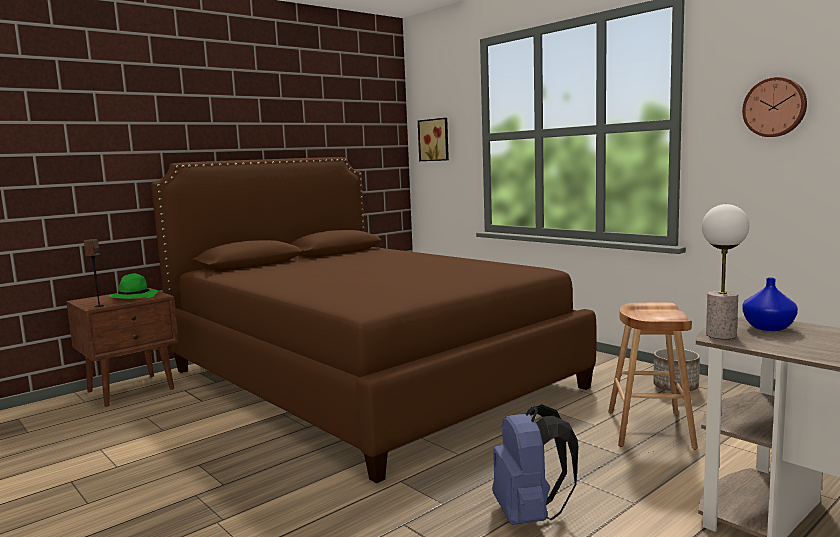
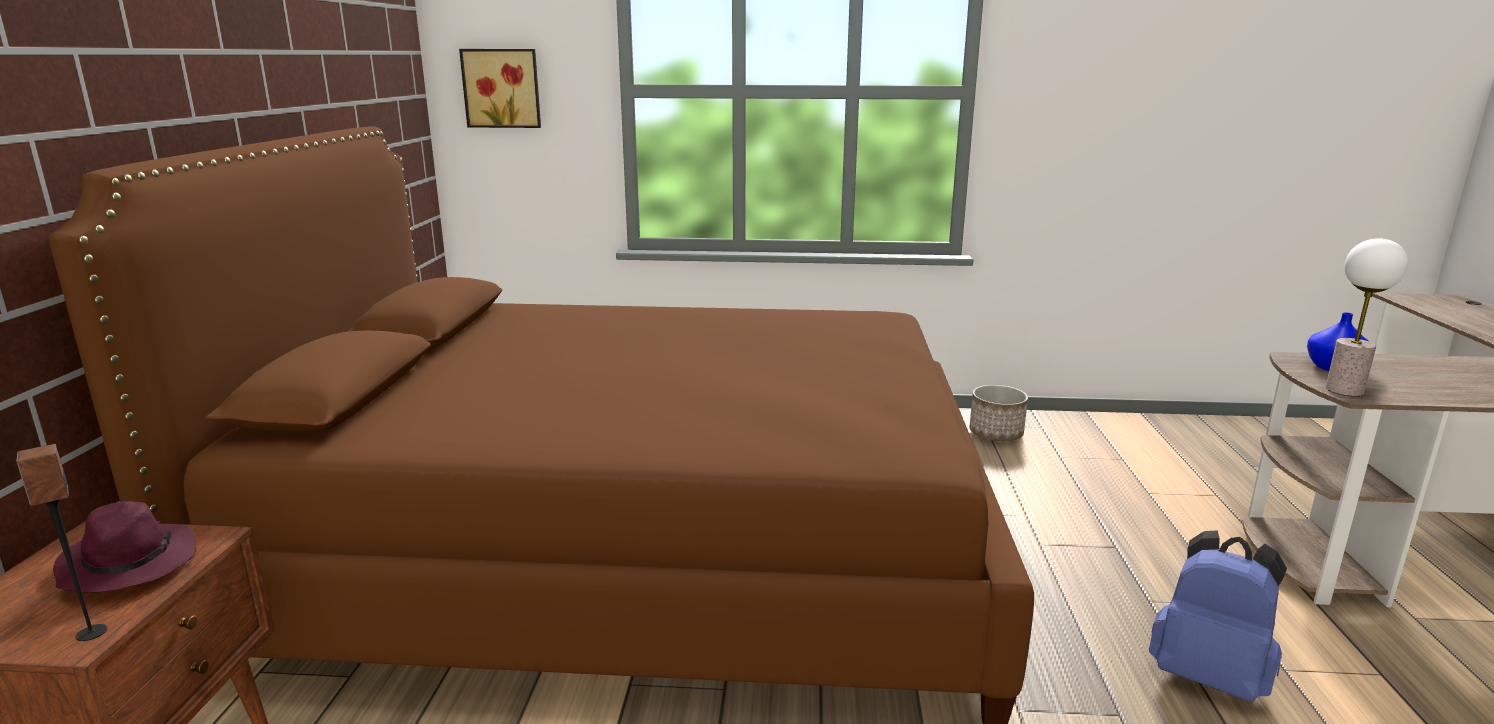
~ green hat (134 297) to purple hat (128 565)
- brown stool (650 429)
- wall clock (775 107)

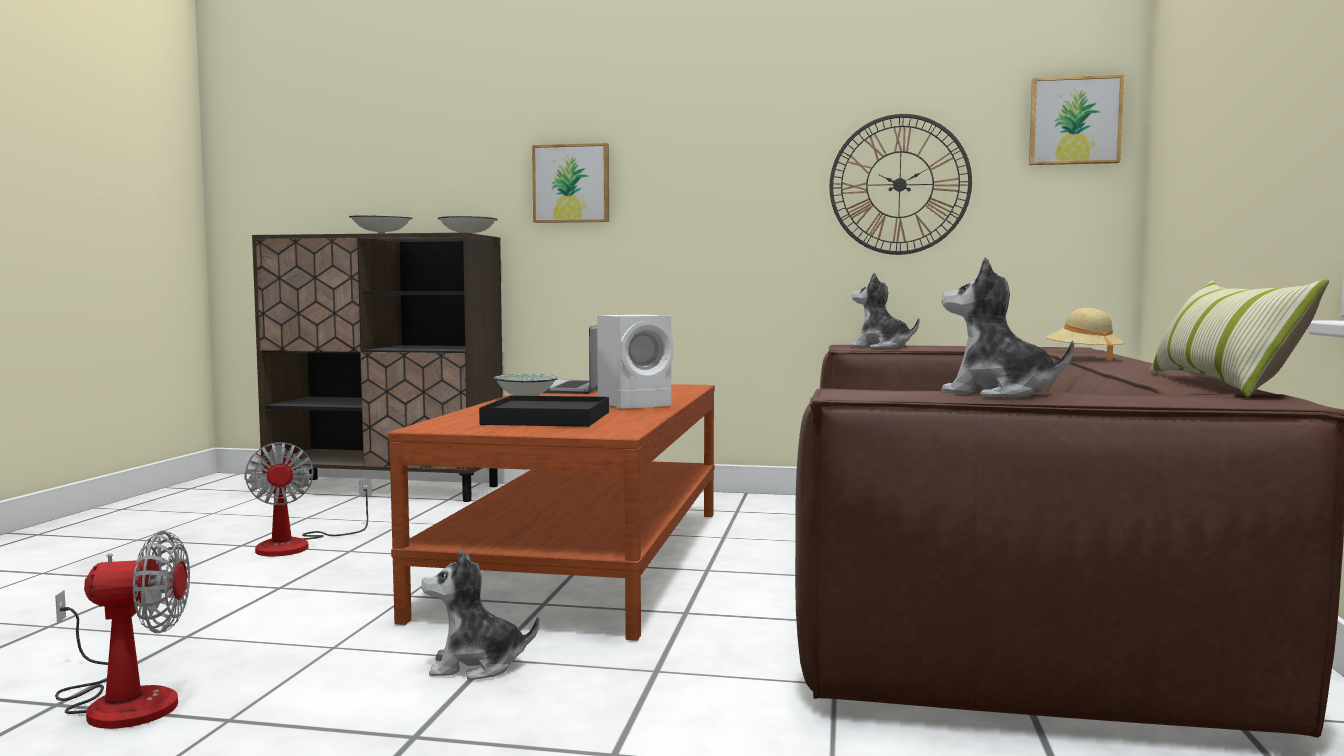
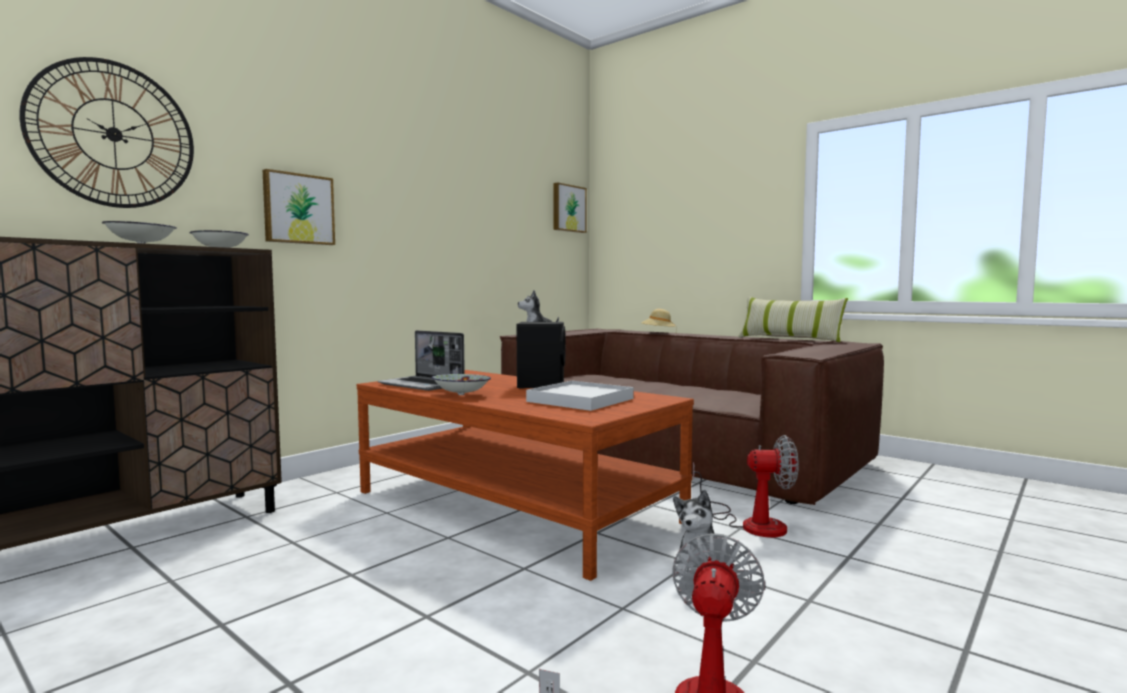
~ wall clock (899 184) to (114 134)
~ white speaker (636 404) to black speaker (541 385)
~ black tray (546 418) to white tray (580 400)
~ fan (298 545) to (751 523)
- plush toy (997 393)

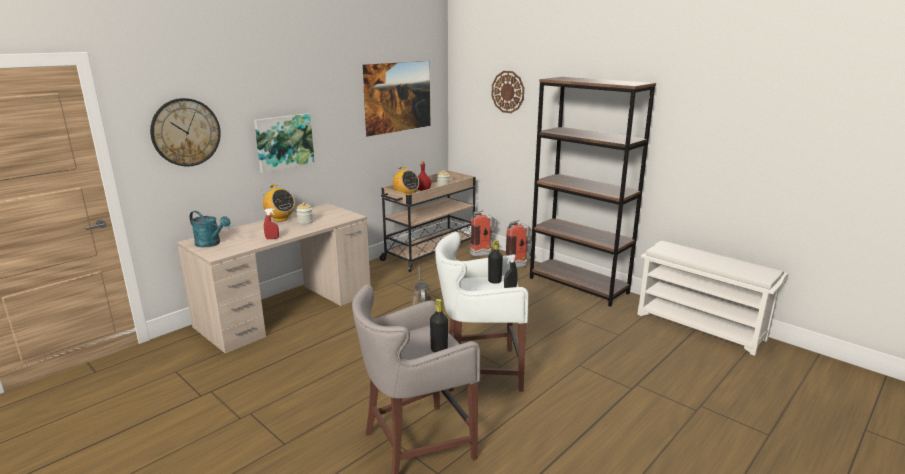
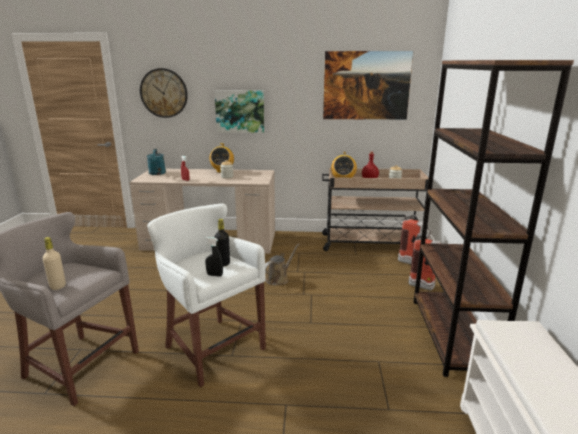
~ black bottle (439 350) to beige bottle (58 286)
- wall clock (508 92)

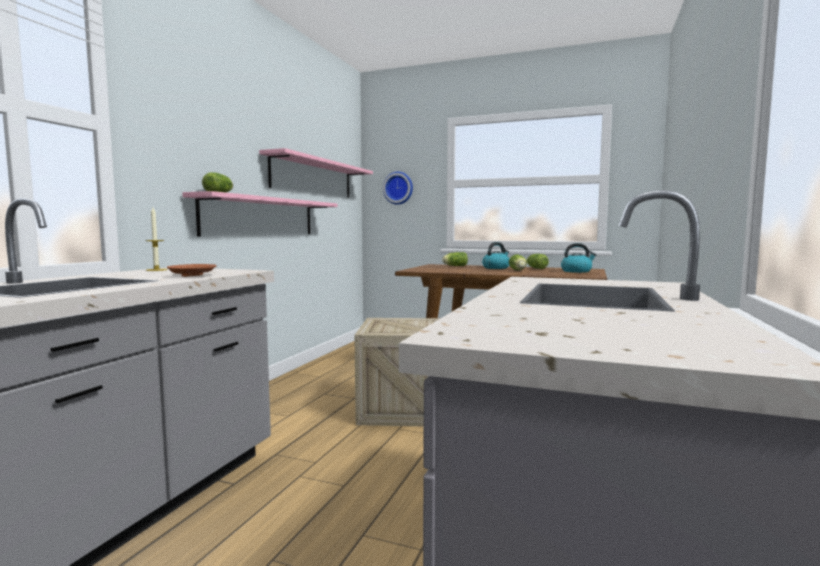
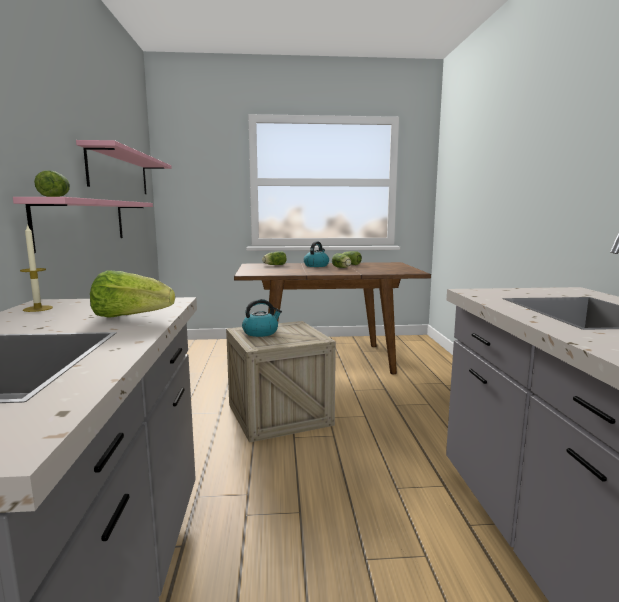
~ brown plate (192 275) to lettuce (131 317)
~ kettle (576 271) to (261 332)
- wall clock (398 188)

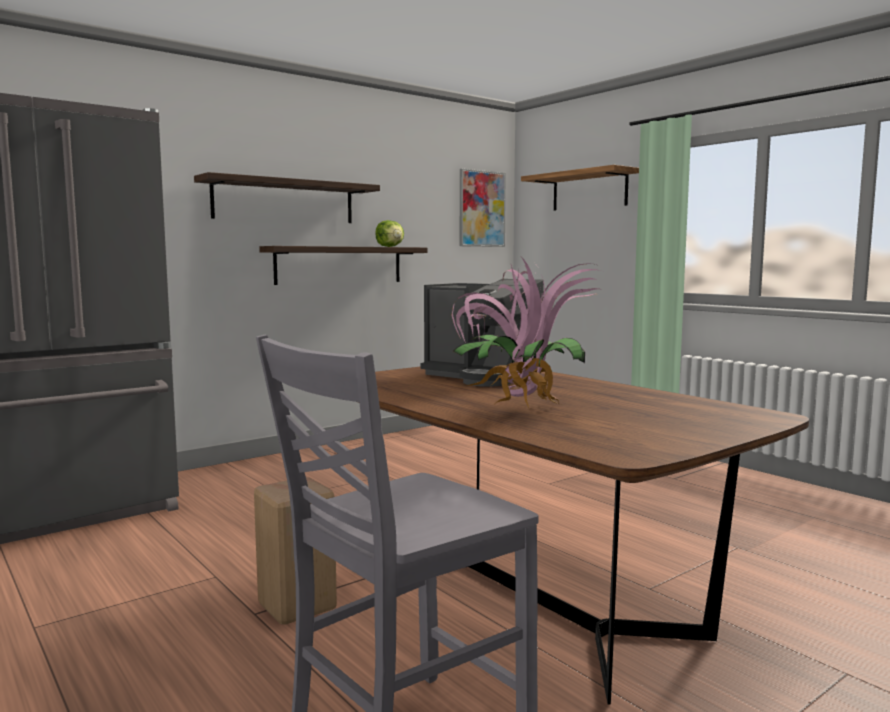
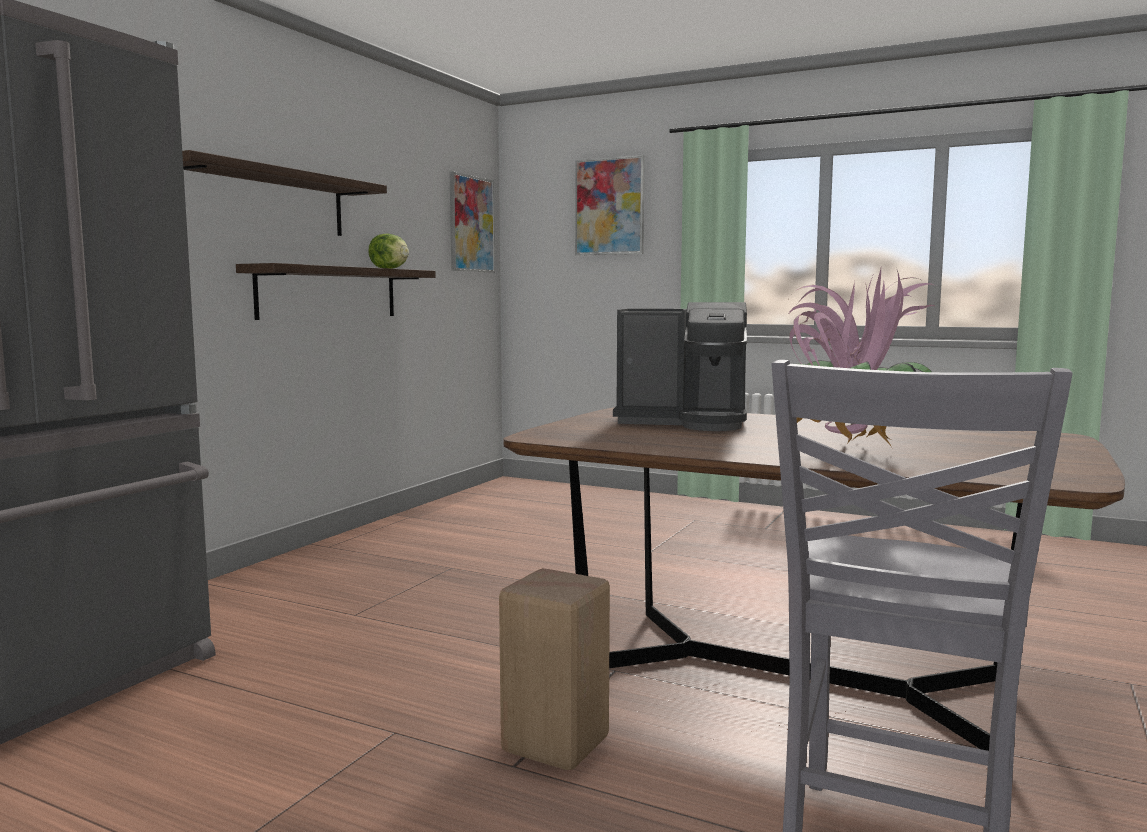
~ shelf (589 190) to picture (609 206)

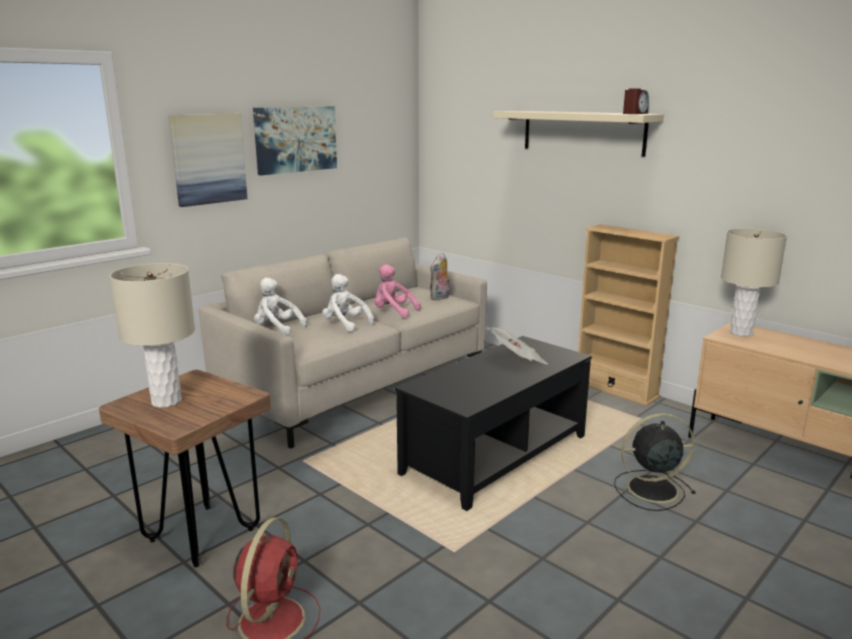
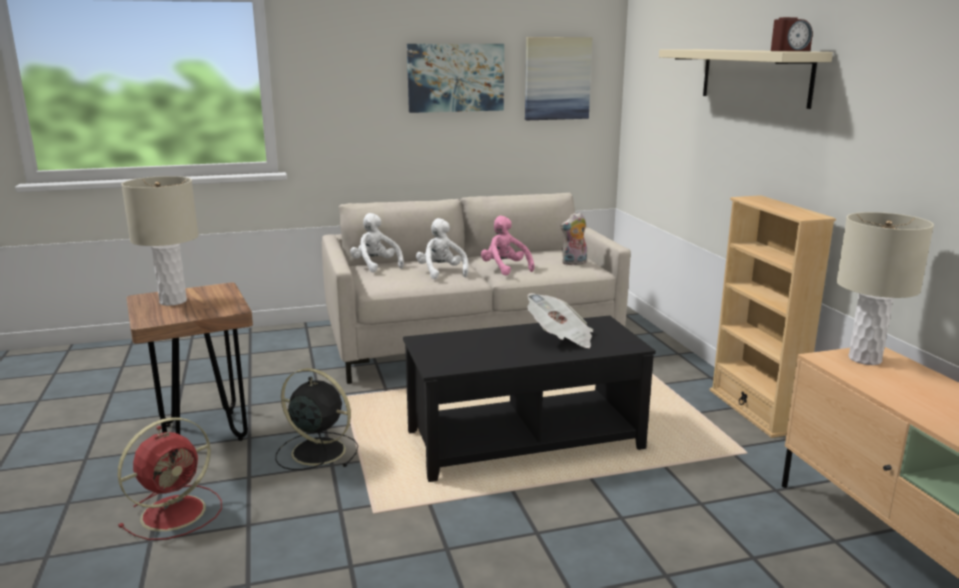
~ black fan (650 489) to (316 451)
~ picture (208 159) to (557 78)

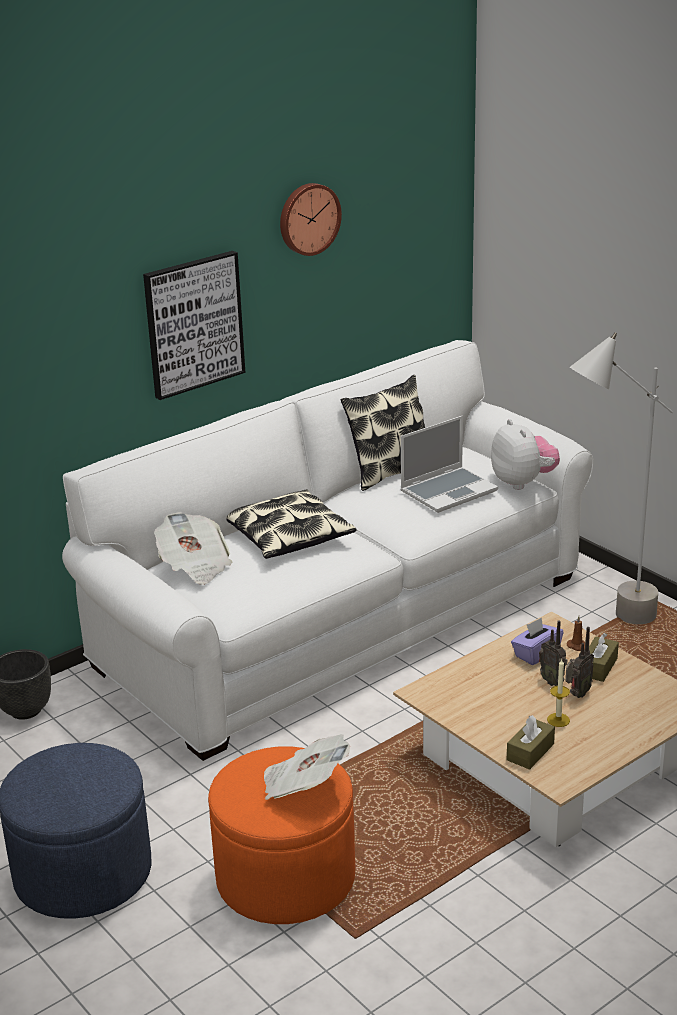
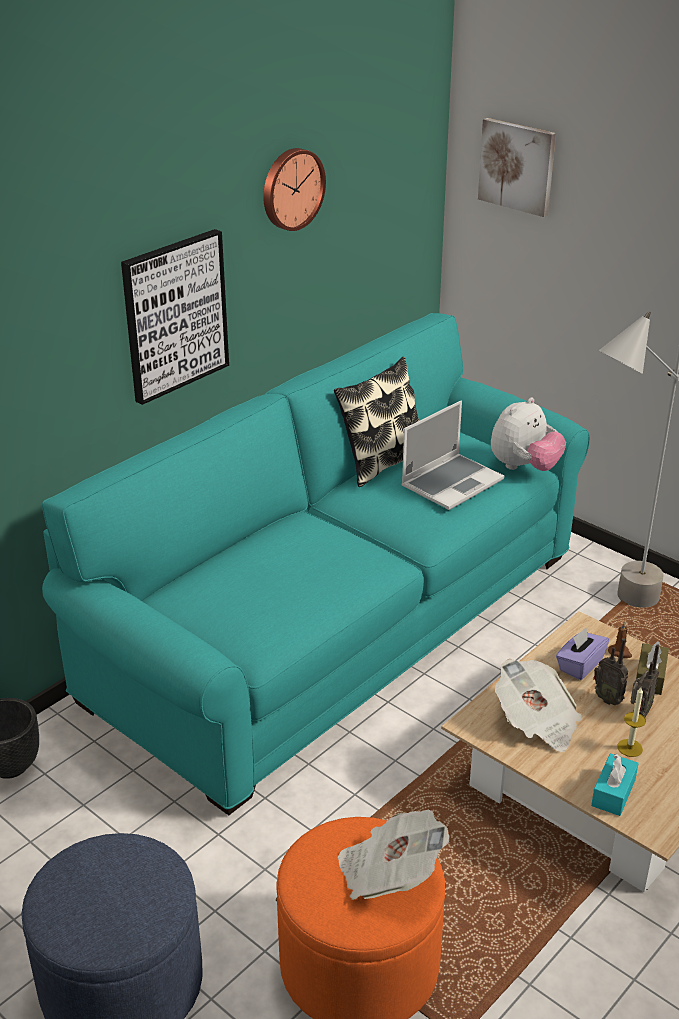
~ white sofa (342 622) to turquoise sofa (339 625)
+ picture (517 166)
~ plush toy (523 482) = (524 467) 75 degrees clockwise
~ newspaper (195 566) to (537 722)
~ brown tissue box (530 752) to turquoise tissue box (613 792)
- pillow (288 536)

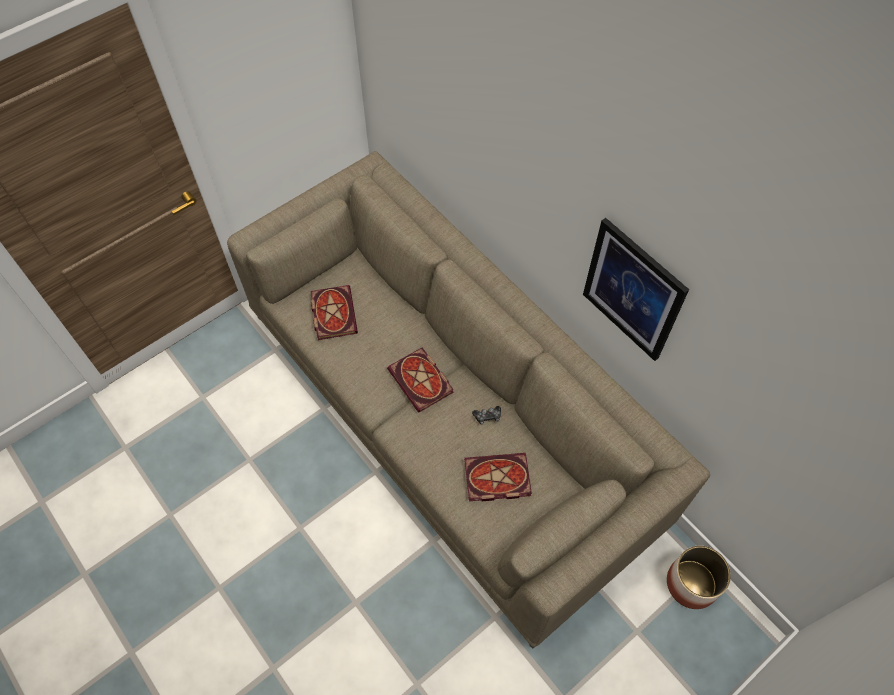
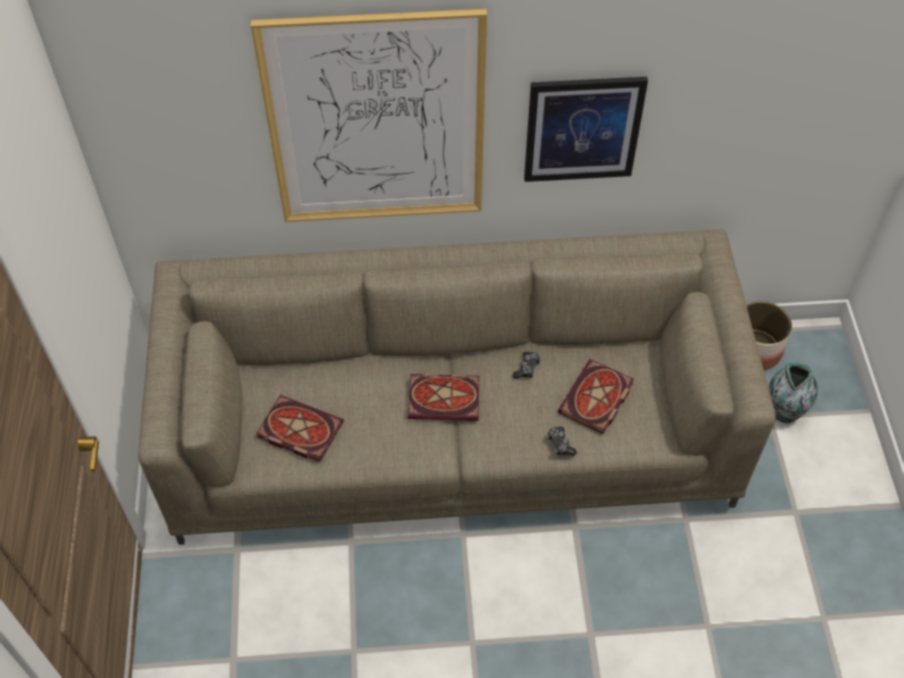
+ picture (376 121)
+ game controller (560 444)
+ vase (784 410)

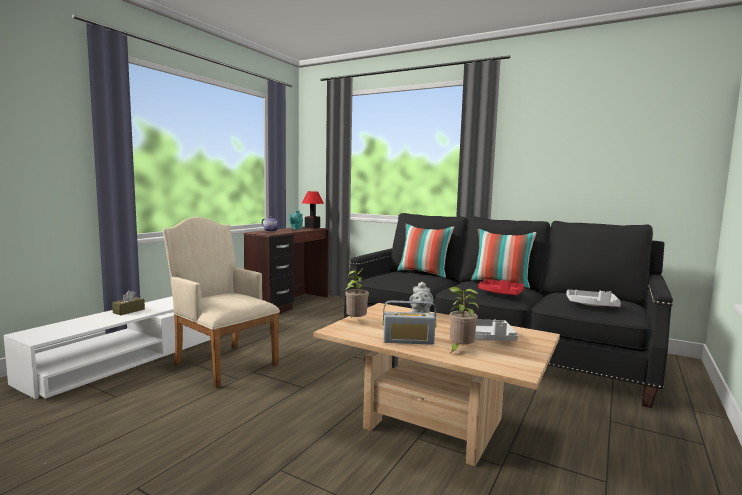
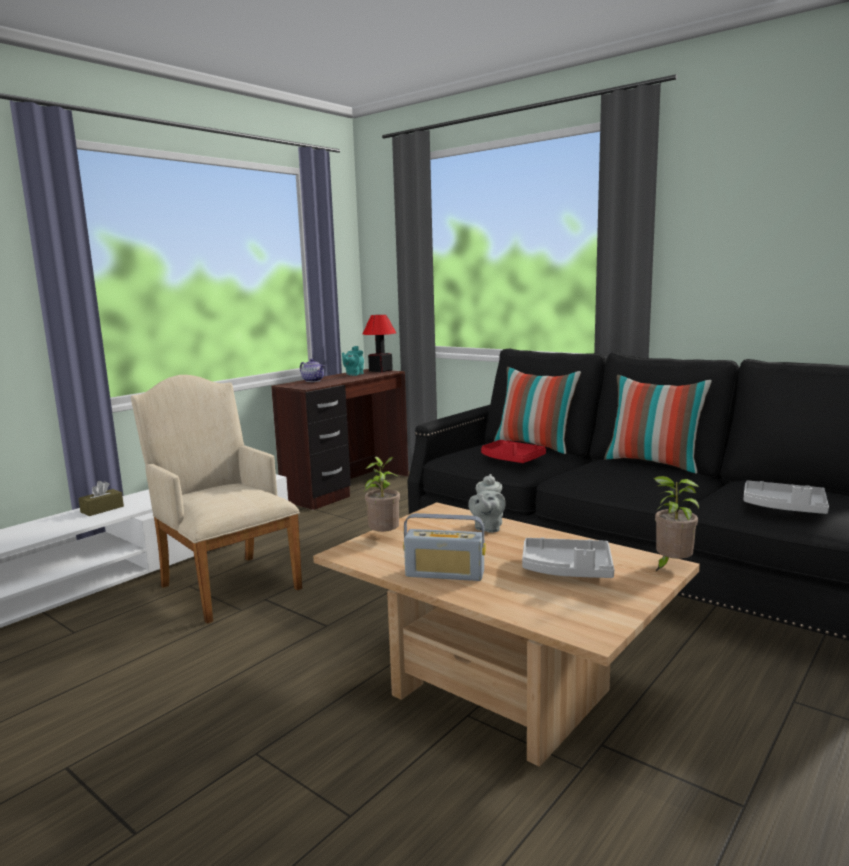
~ red tray (500 293) to (511 460)
~ potted plant (460 350) to (671 566)

